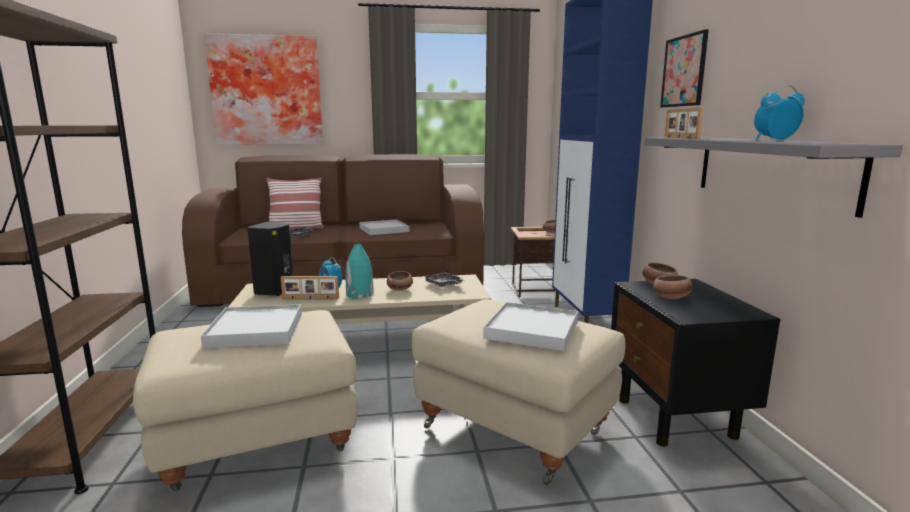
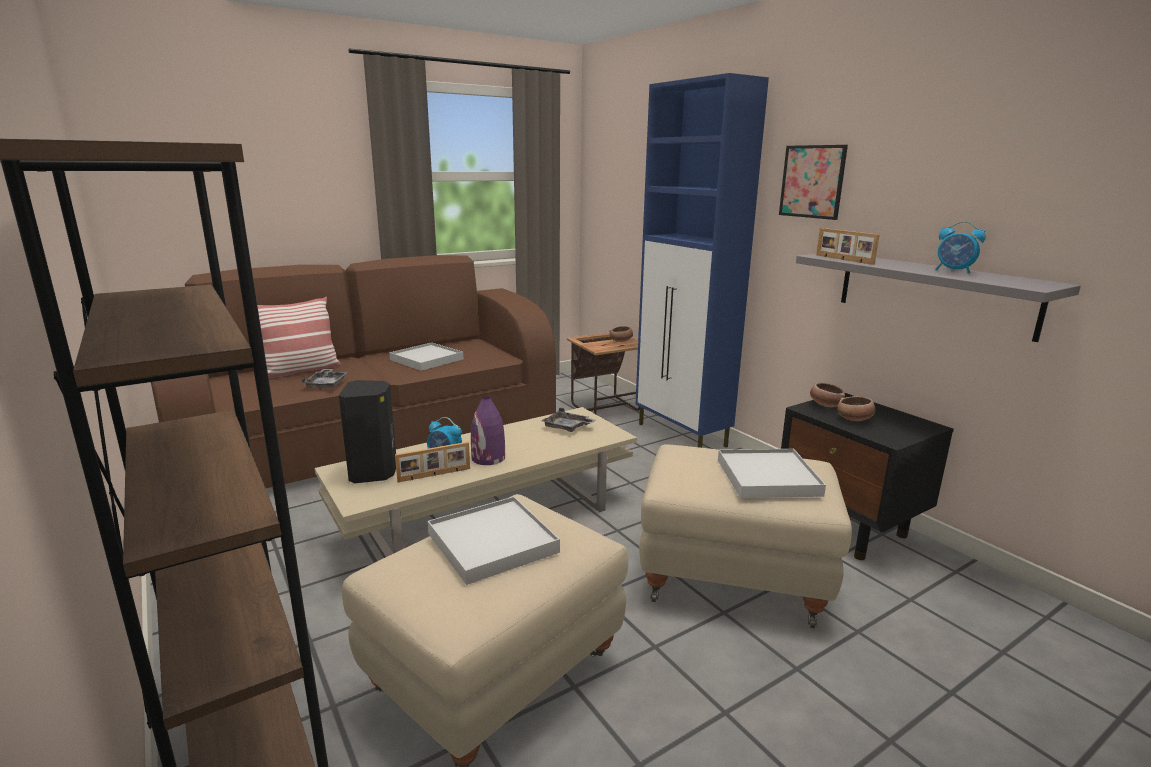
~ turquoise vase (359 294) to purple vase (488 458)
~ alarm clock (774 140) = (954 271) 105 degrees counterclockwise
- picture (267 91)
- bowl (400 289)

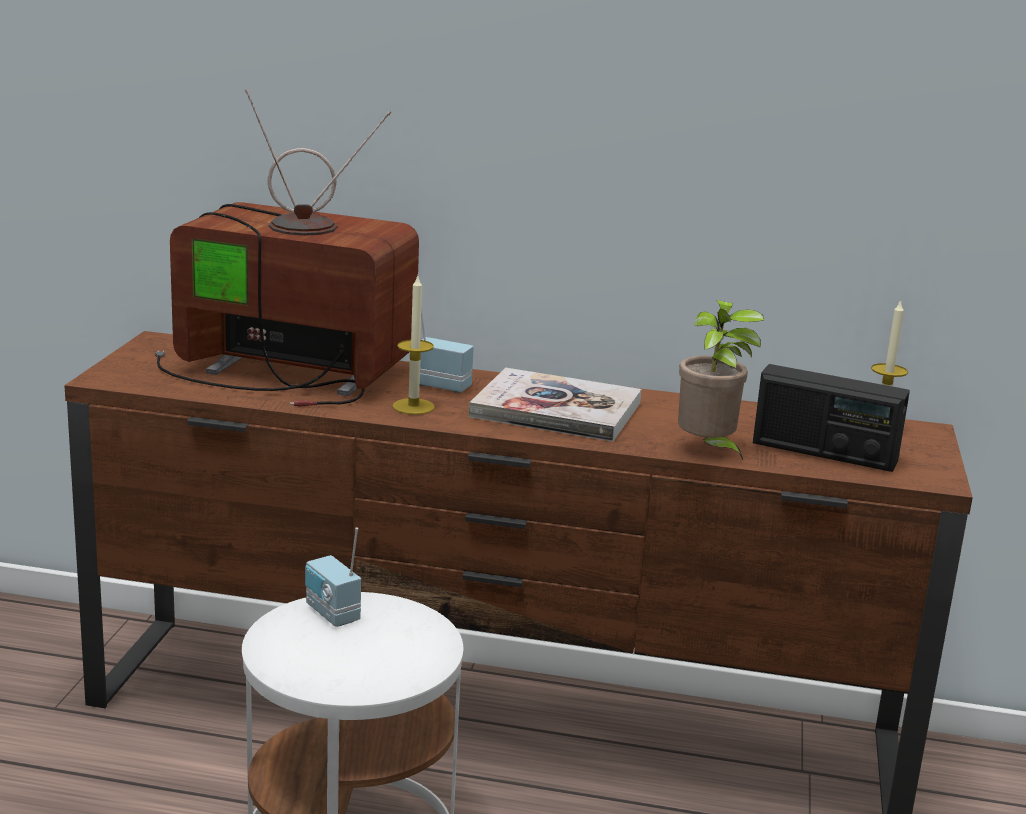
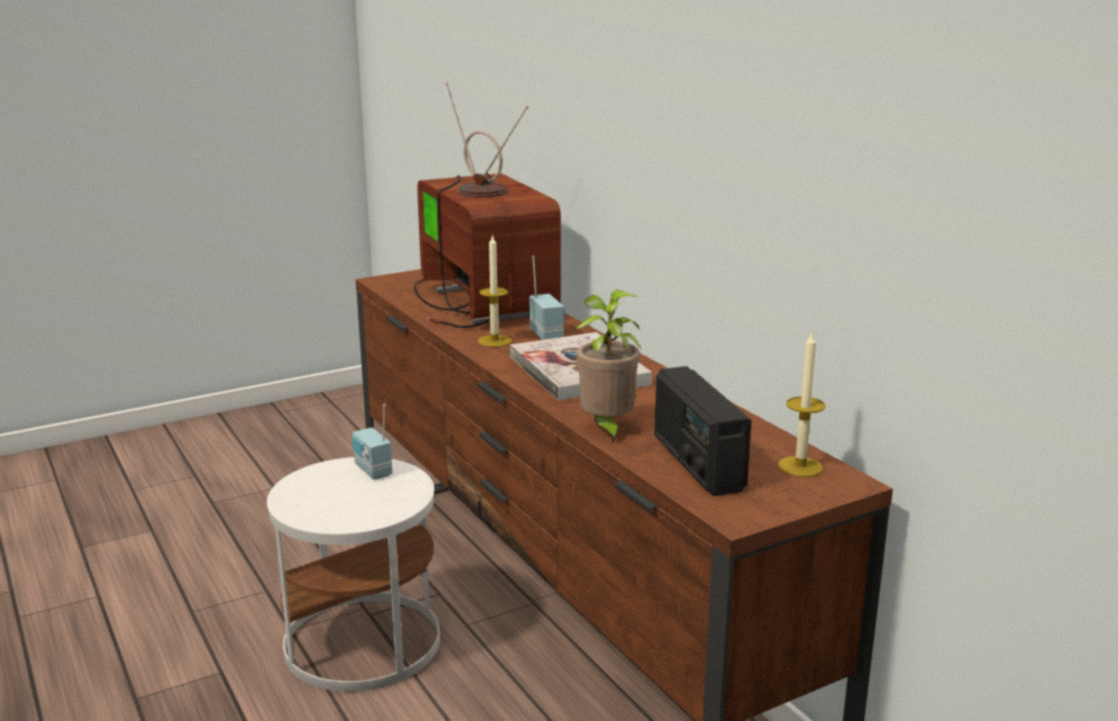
~ radio (330 614) = (371 471) 45 degrees counterclockwise

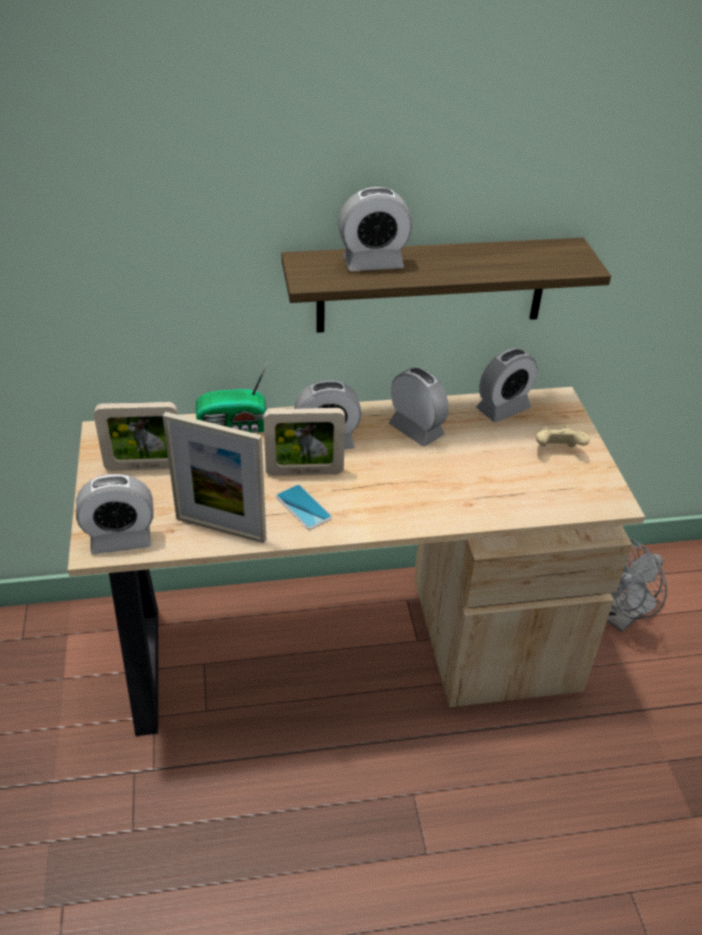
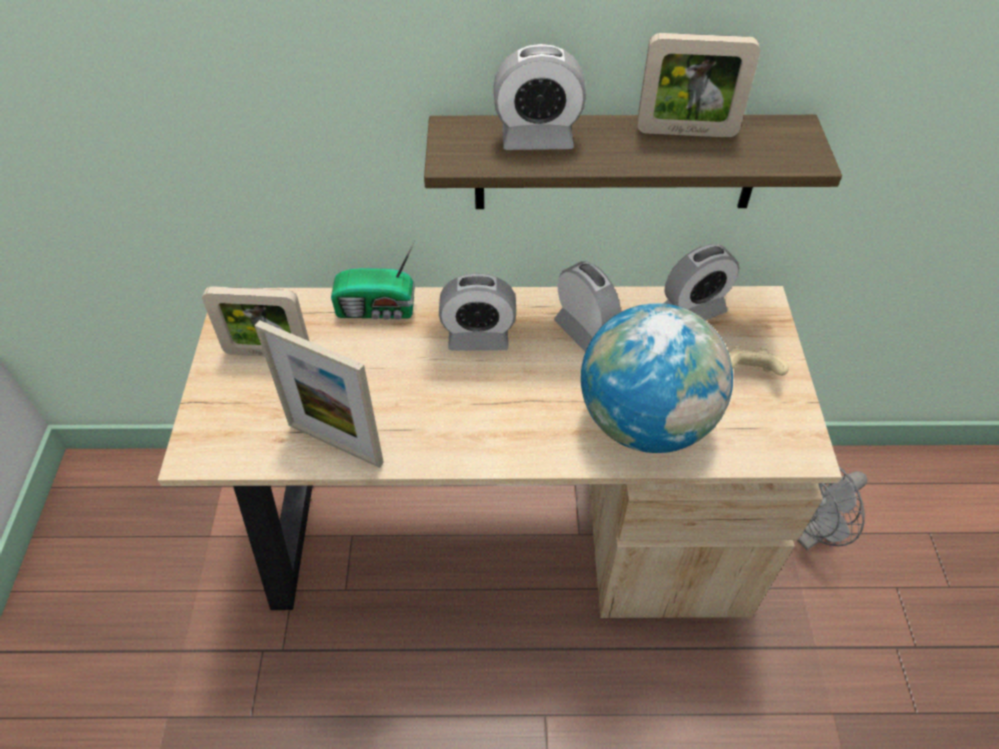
+ globe (645 421)
~ picture frame (304 472) to (686 132)
- alarm clock (121 539)
- phone (303 507)

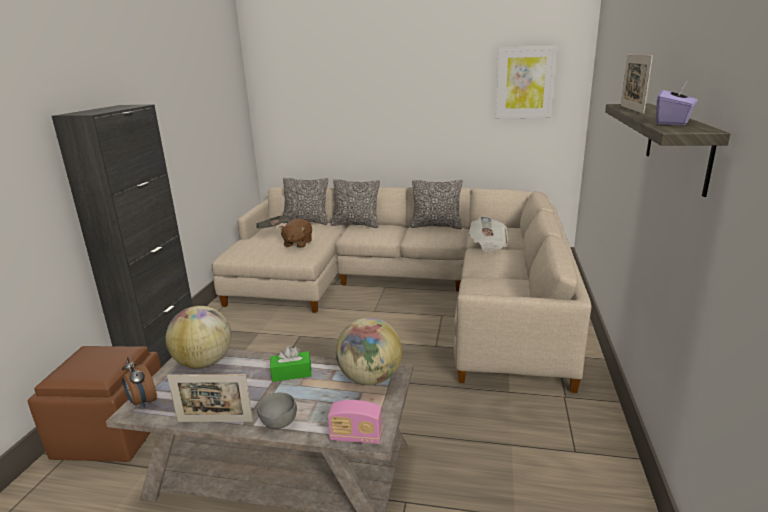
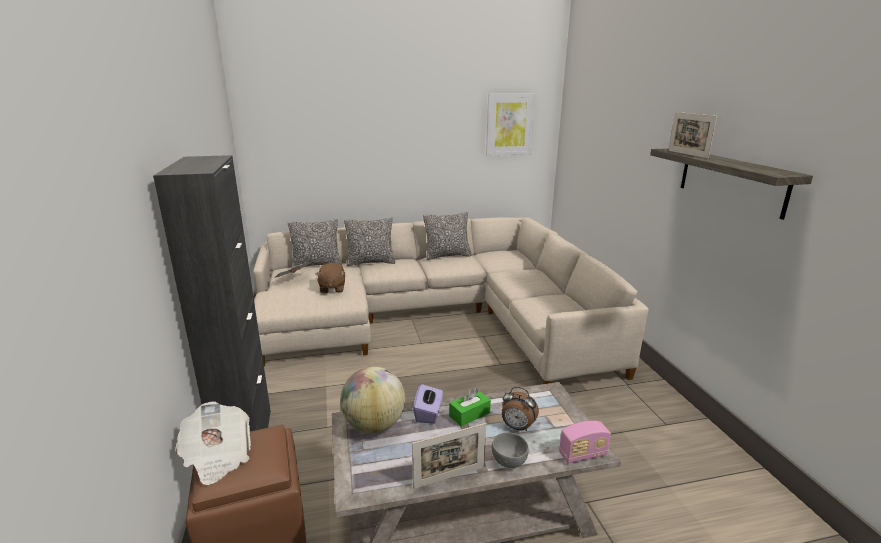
~ newspaper (488 245) to (217 457)
~ purple tissue box (673 122) to (428 413)
~ alarm clock (142 402) to (517 427)
- globe (370 378)

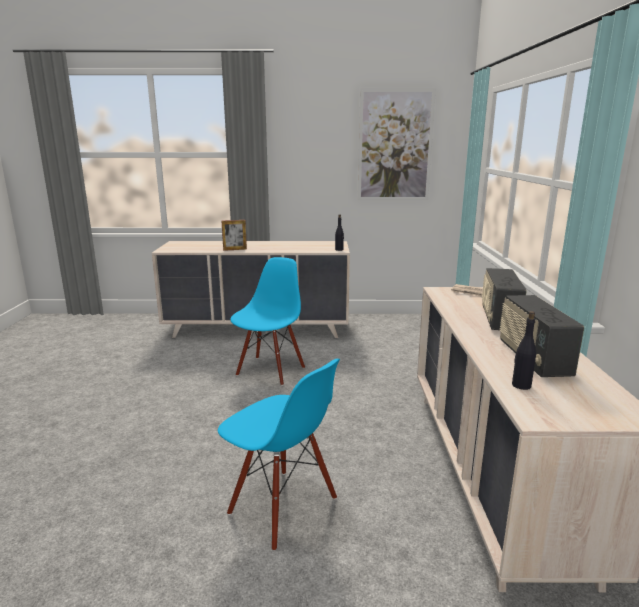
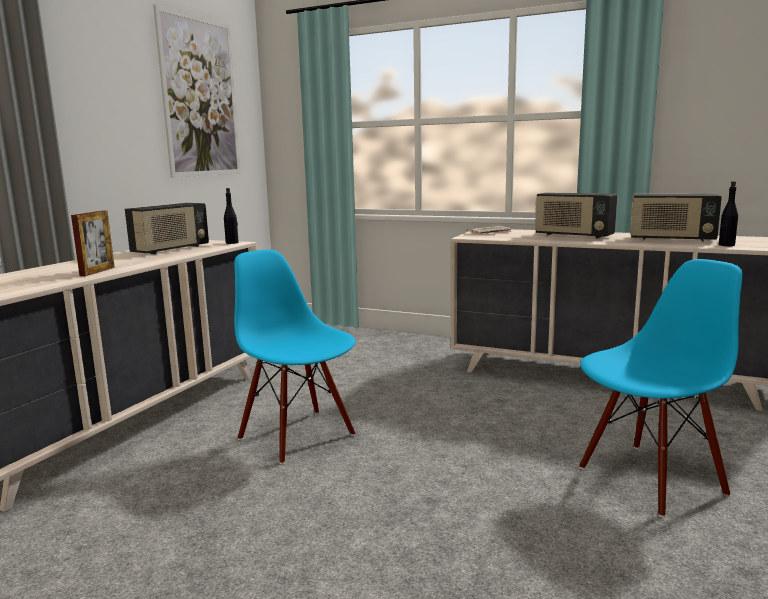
+ radio (171 249)

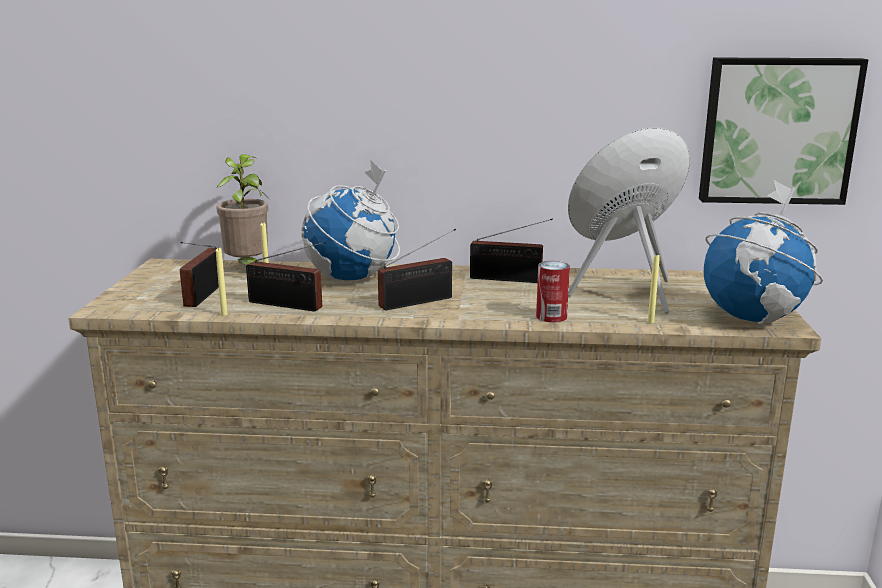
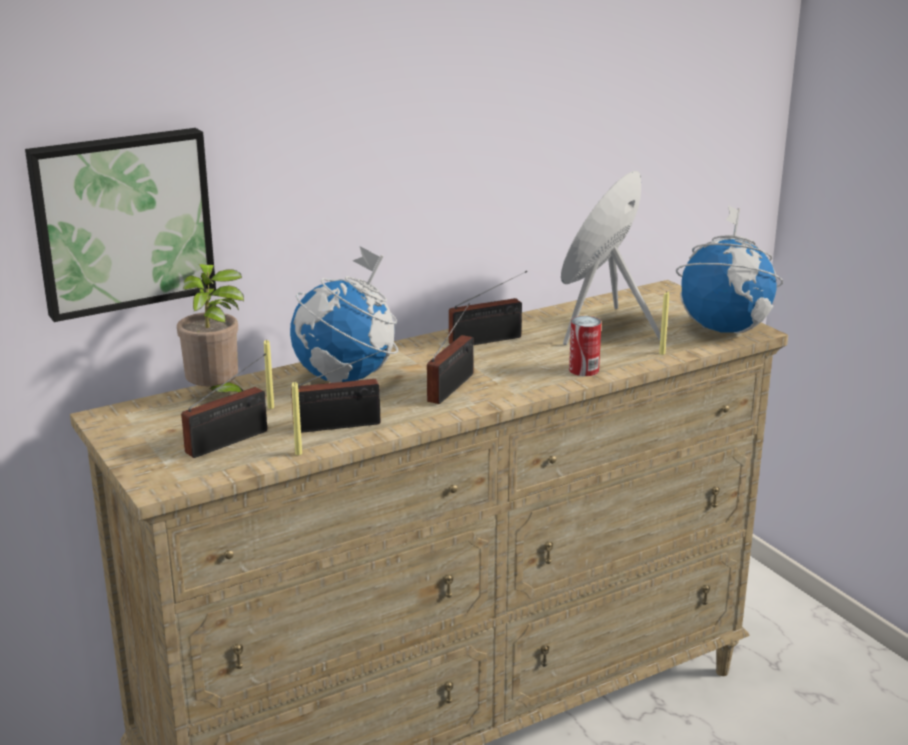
~ picture (777 130) to (122 221)
~ radio (201 296) = (232 440) 105 degrees counterclockwise

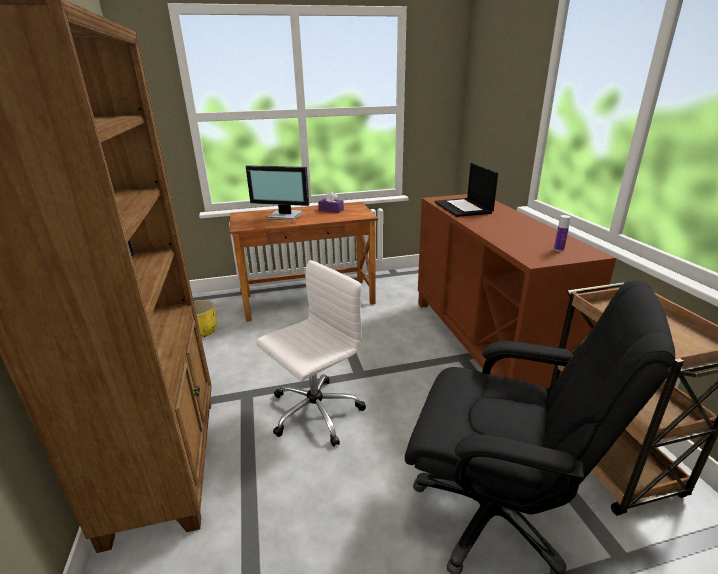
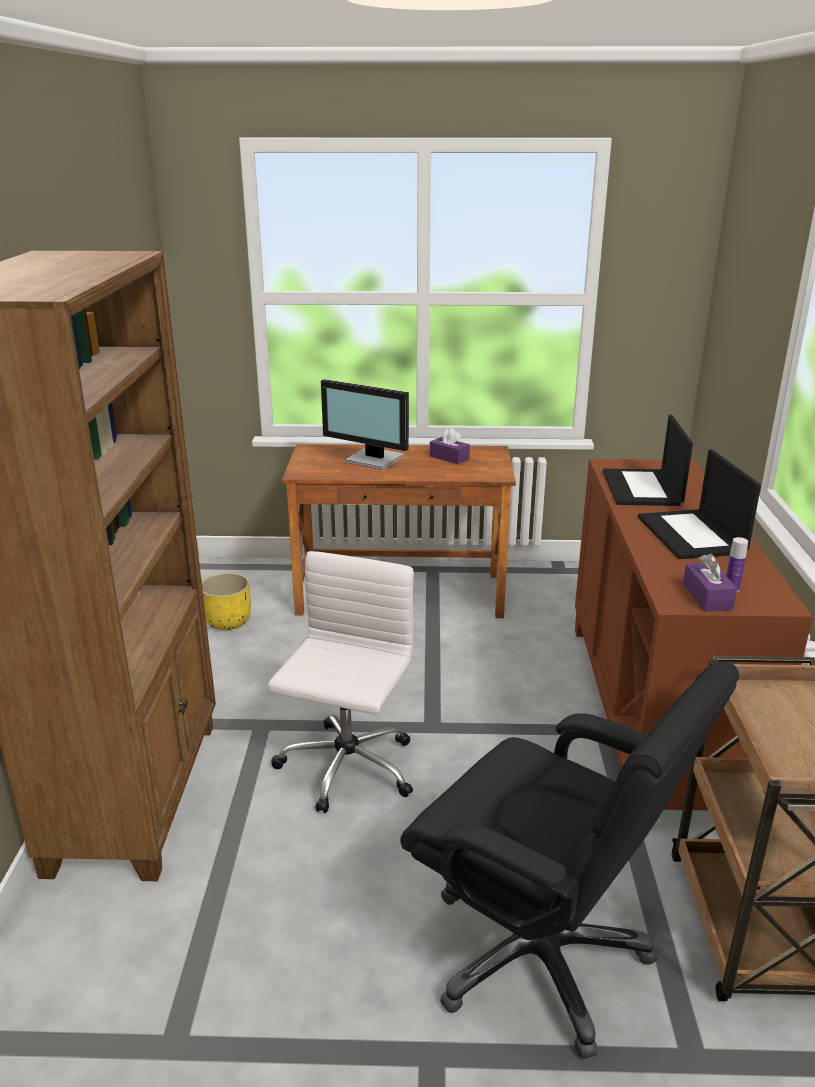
~ white office chair (314 412) = (346 768) 45 degrees counterclockwise
+ laptop (692 535)
+ purple tissue box (707 596)

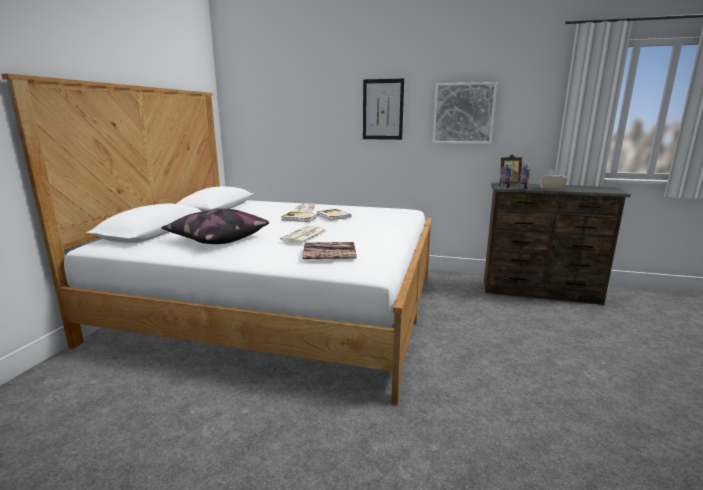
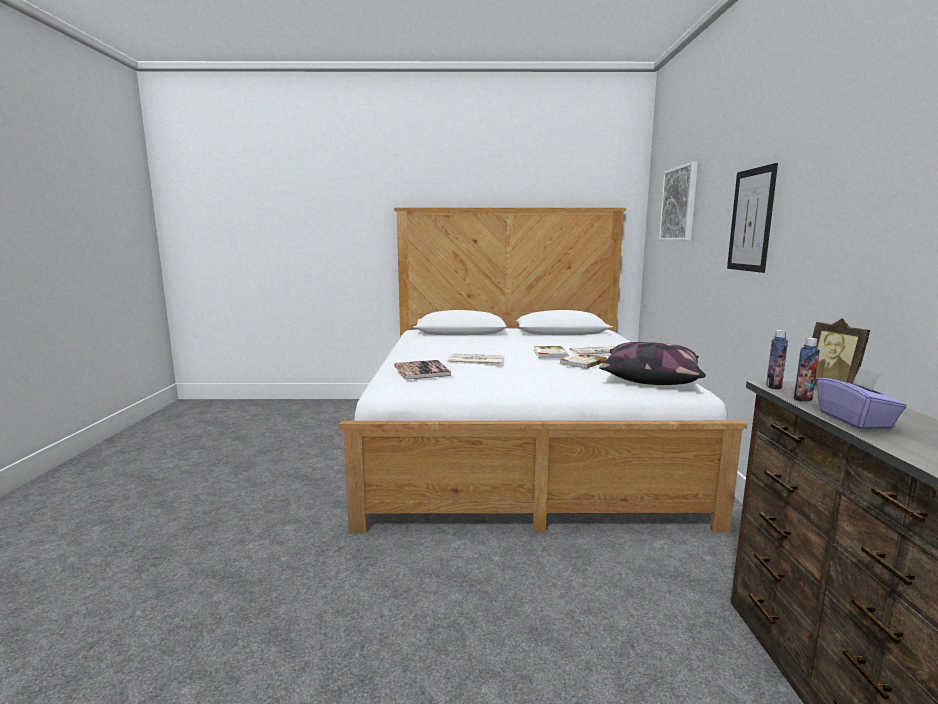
~ pillow (217 239) to (650 379)
~ picture (463 113) to (679 204)
~ beige tissue box (551 188) to purple tissue box (855 421)

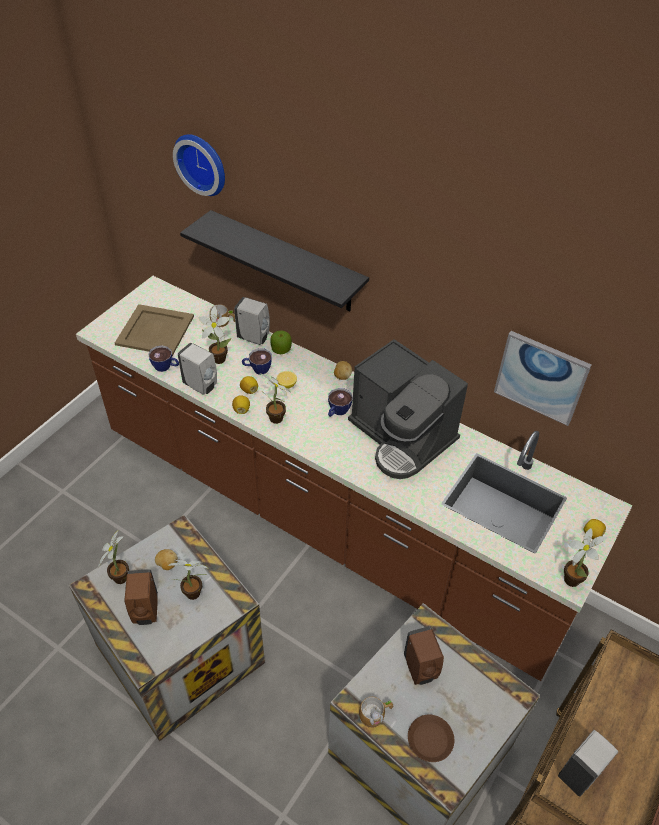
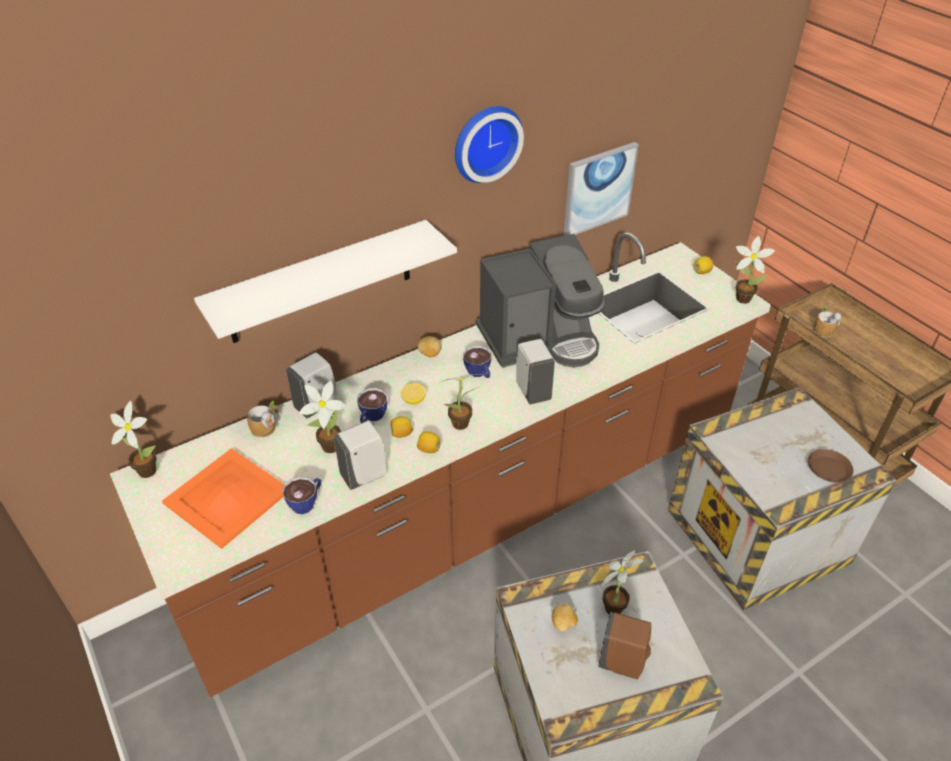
~ potted plant (122 575) to (145 469)
~ beige tray (154 330) to orange tray (227 498)
~ black shelf (287 262) to white shelf (320 282)
~ wall clock (203 163) to (485 142)
~ white soap dispenser (580 772) to (532 391)
~ mug (376 715) to (822 328)
- apple (281 349)
- brown soap dispenser (420 670)

